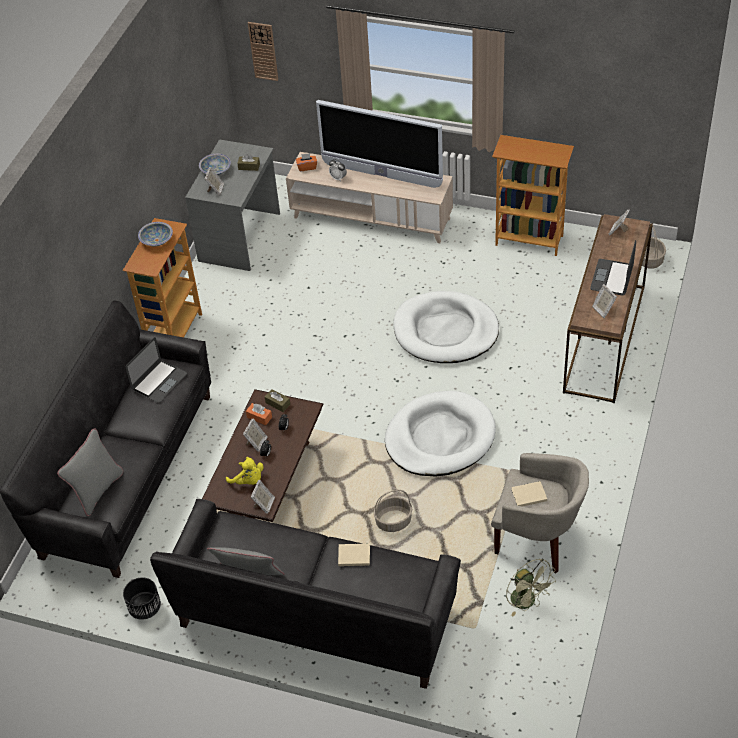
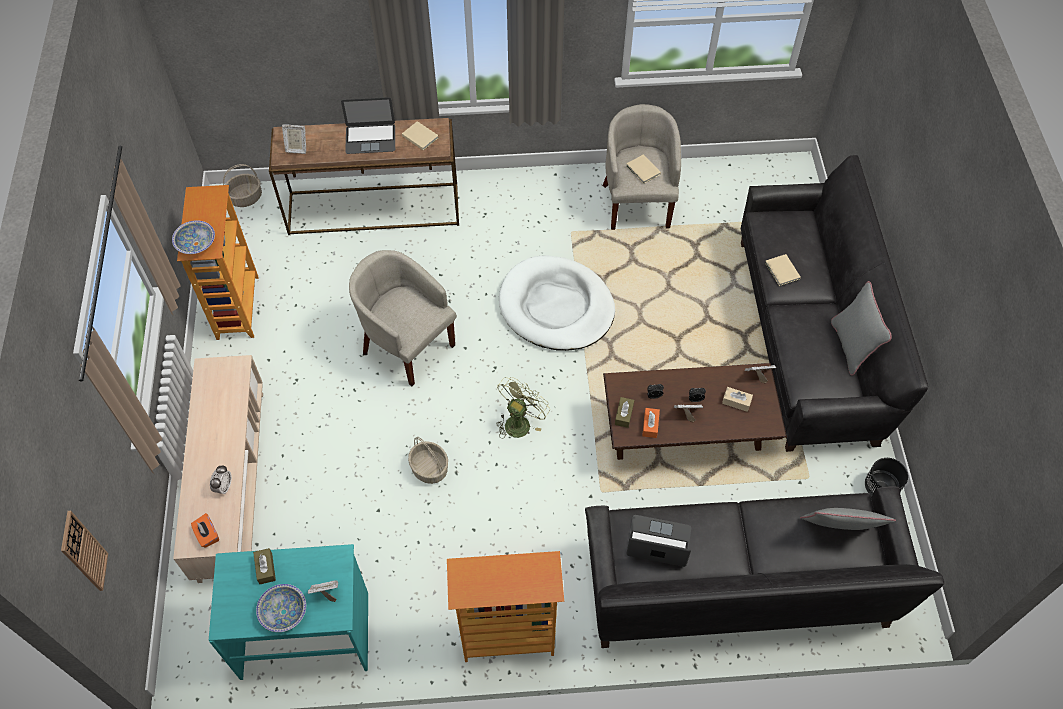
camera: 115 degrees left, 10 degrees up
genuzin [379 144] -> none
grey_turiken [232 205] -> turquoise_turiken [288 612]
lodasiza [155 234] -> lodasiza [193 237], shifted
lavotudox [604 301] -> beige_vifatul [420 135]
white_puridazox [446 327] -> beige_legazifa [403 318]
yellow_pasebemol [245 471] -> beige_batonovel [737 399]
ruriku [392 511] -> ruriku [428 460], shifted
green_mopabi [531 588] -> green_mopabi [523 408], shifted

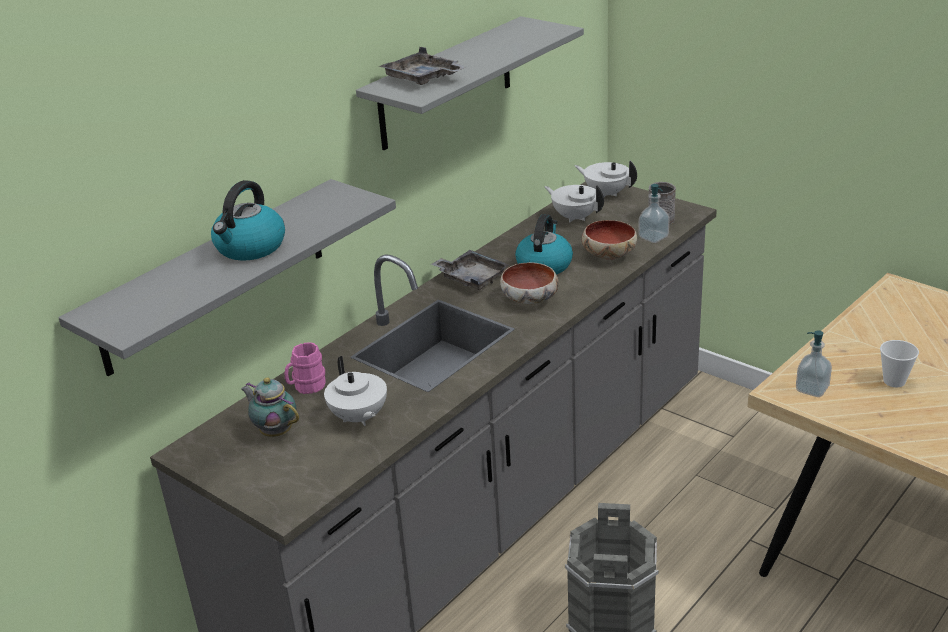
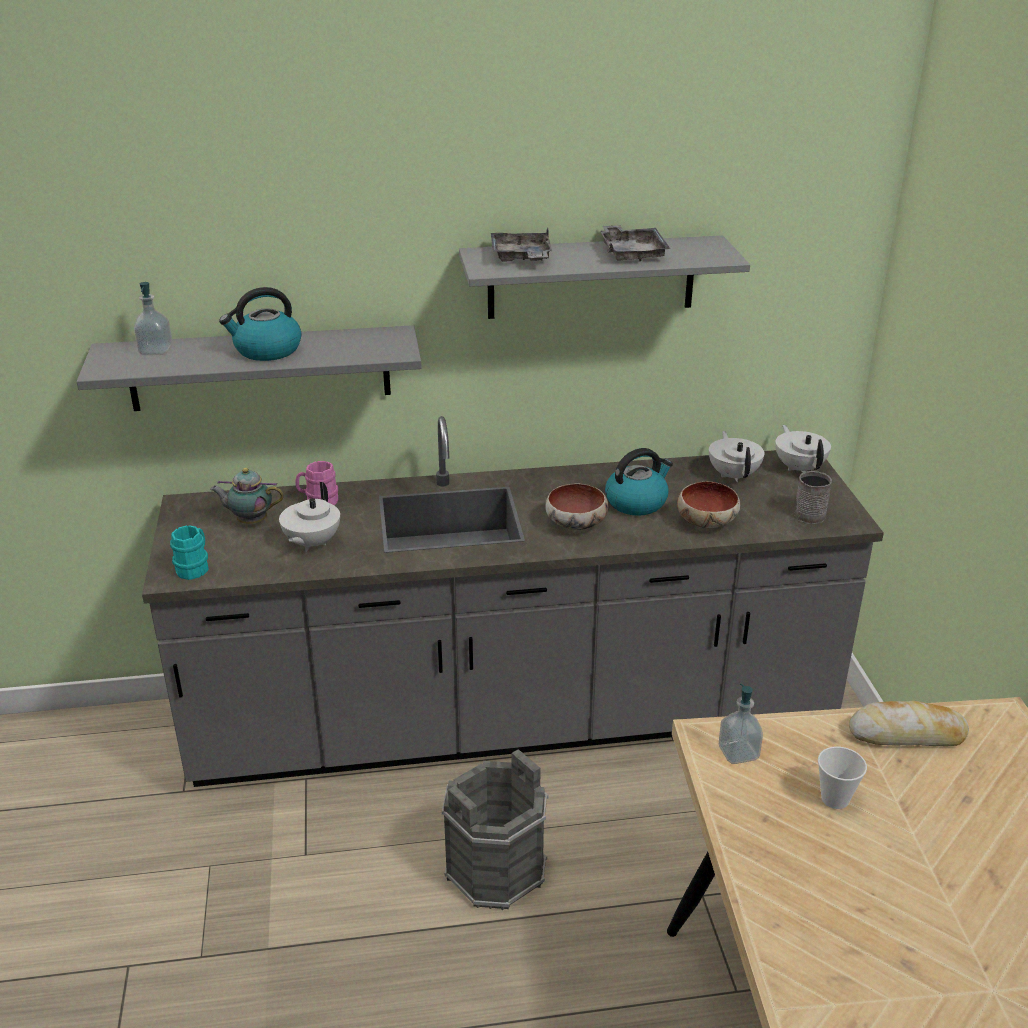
camera: 40 degrees right, 0 degrees up
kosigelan [654 213] -> kosigelan [153 318], shifted
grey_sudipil [470 270] -> grey_sudipil [635 243], shifted
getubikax [270 407] -> getubikax [247 496], 75 degrees counterclockwise
none -> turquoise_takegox [189 552]
none -> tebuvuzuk [909 723]

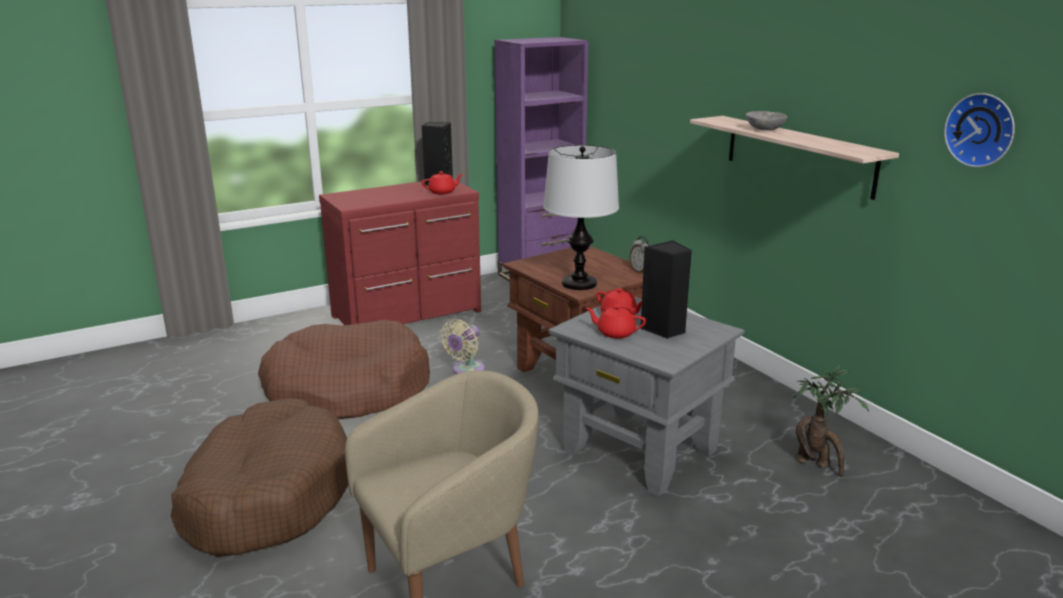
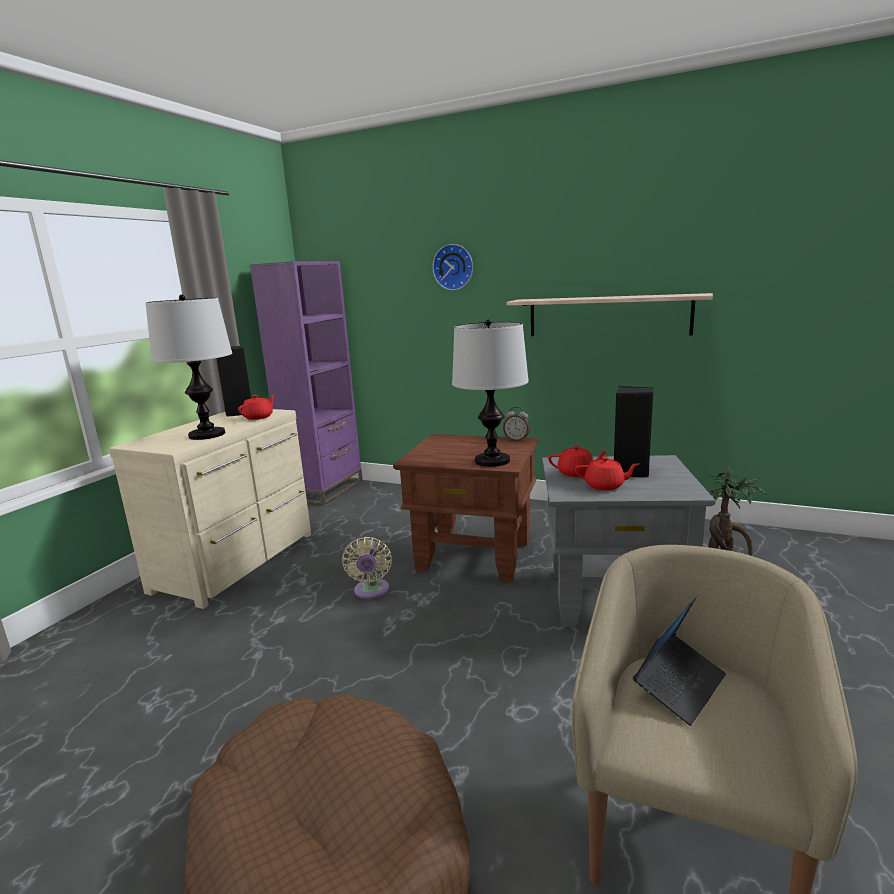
camera: 35 degrees left, 5 degrees down
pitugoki [979 130] -> pitugoki [452 267], shifted
grey_lodasiza [766 120] -> none
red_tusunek [400 252] -> beige_tusunek [210 509]
red_getubikax [615 322] -> red_getubikax [607 474], 150 degrees counterclockwise
brown_puridazox [344 370] -> none
none -> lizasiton [188 367]
none -> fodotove [679 661]

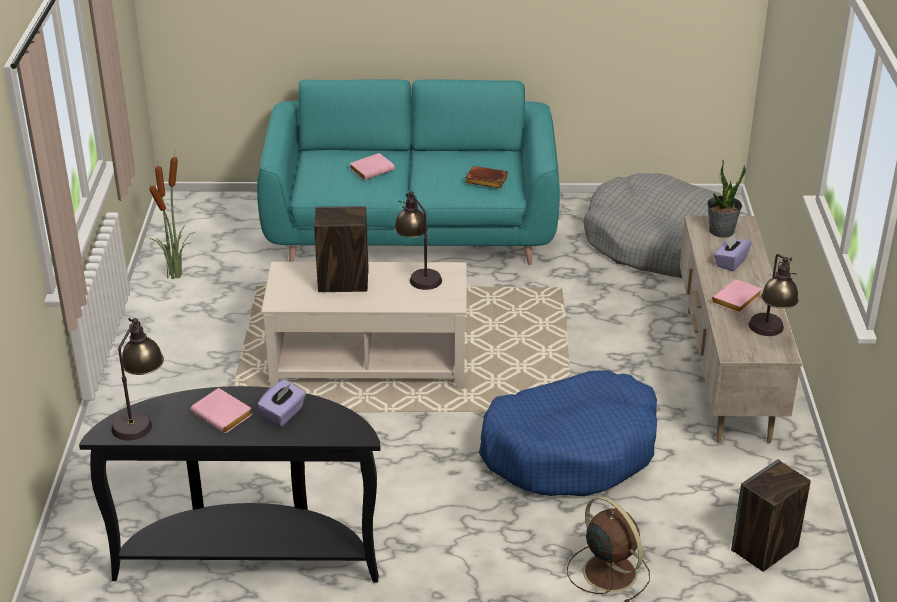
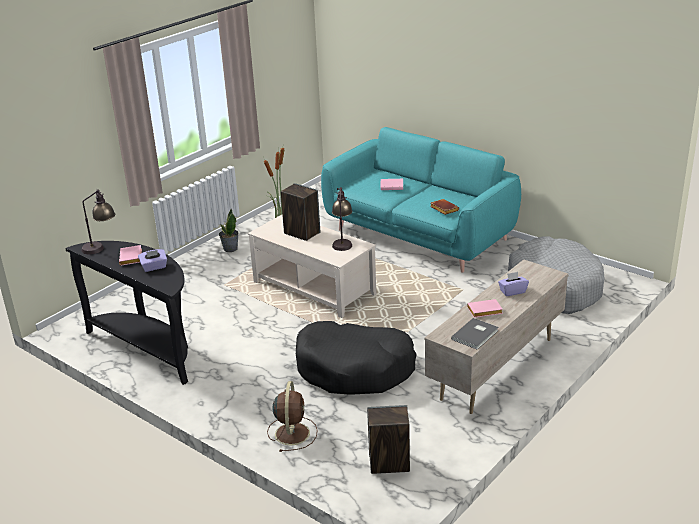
camera: 40 degrees right, 5 degrees down
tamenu [726 198] -> tamenu [228 230], shifted
lizasiton [774 295] -> grey_vifatul [475 334]
blue_puridazox [568 433] -> black_puridazox [356 358]

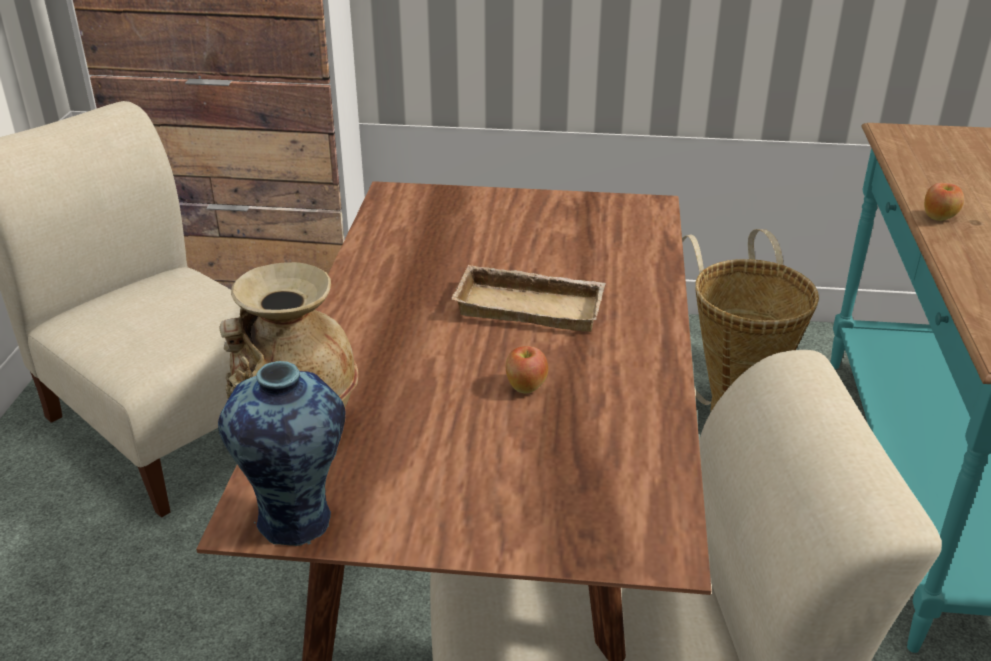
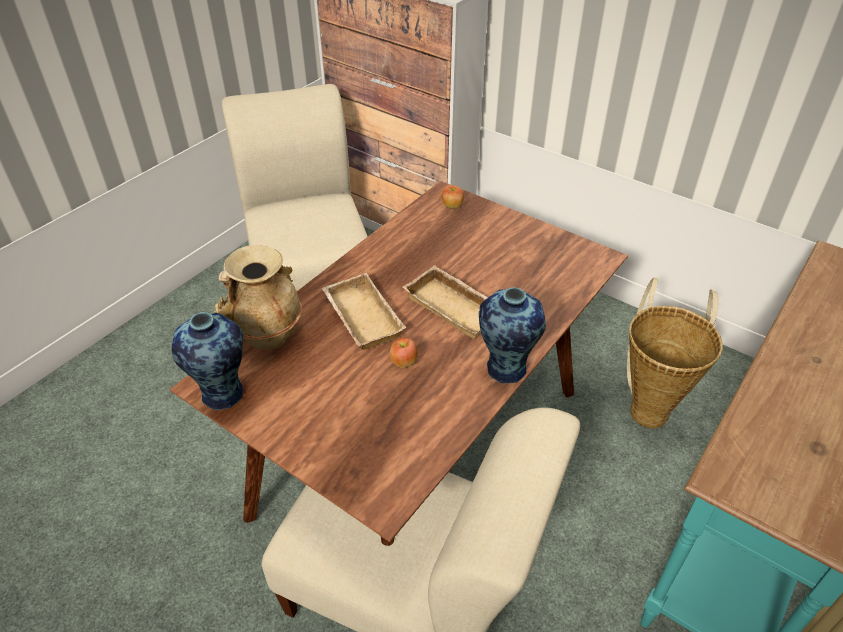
camera: 30 degrees right, 10 degrees up
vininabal [944 202] -> vininabal [452 196], shifted
none -> beige_sudipil [364 311]
none -> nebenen [512 335]

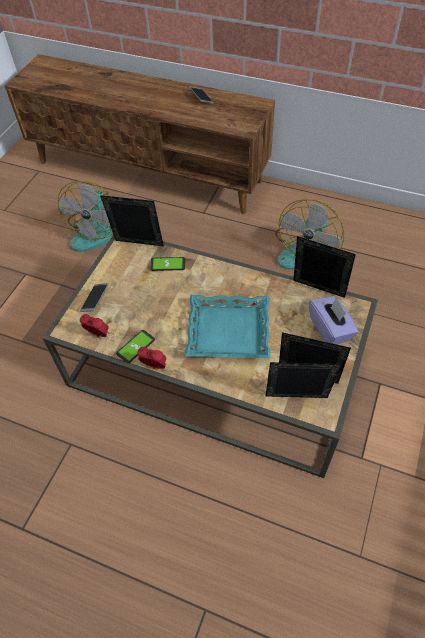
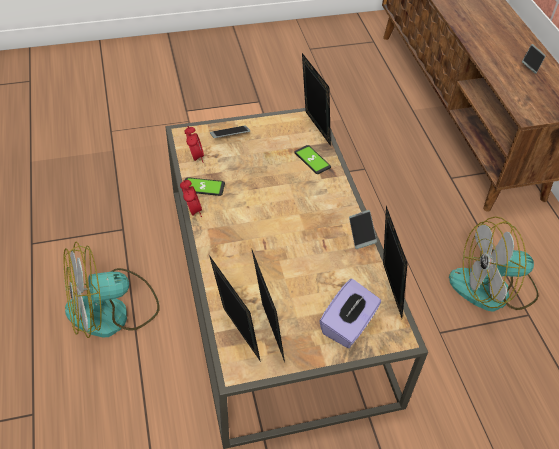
camera: 50 degrees right, 5 degrees down
mopabi [85 216] -> mopabi [111 290], shifted
turquoise_sudipil [227 326] -> none
none -> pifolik [363 229]

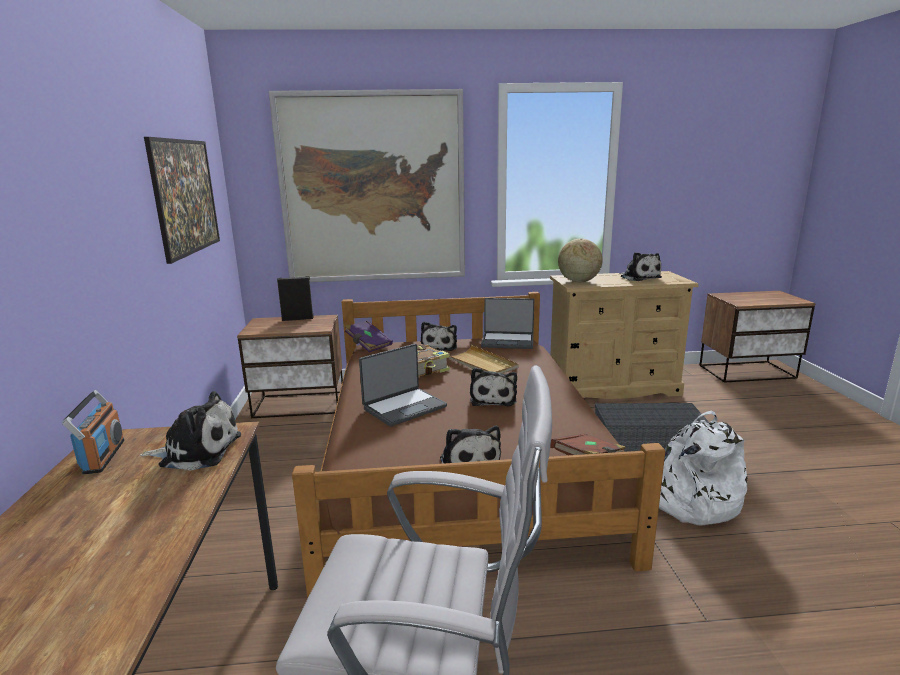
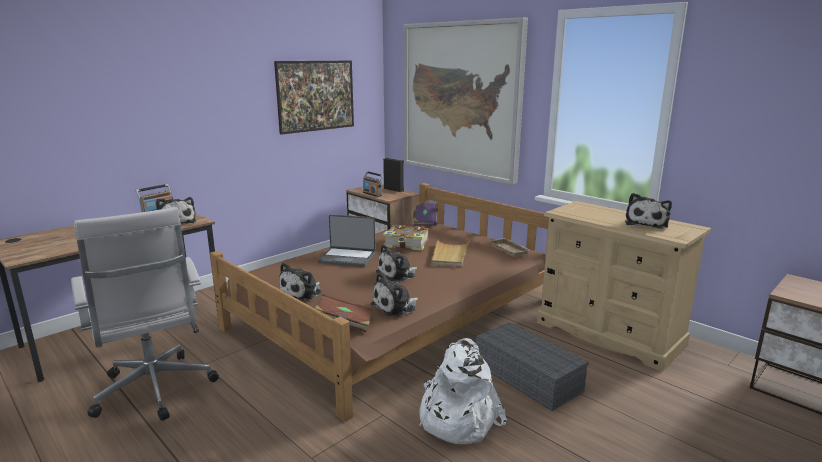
camera: 50 degrees right, 0 degrees up
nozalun [580 260] -> none
fodotove [507 323] -> beige_sudipil [509 247]
pasebemol [439 336] -> pasebemol [395 295], shifted
none -> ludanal [373 184]

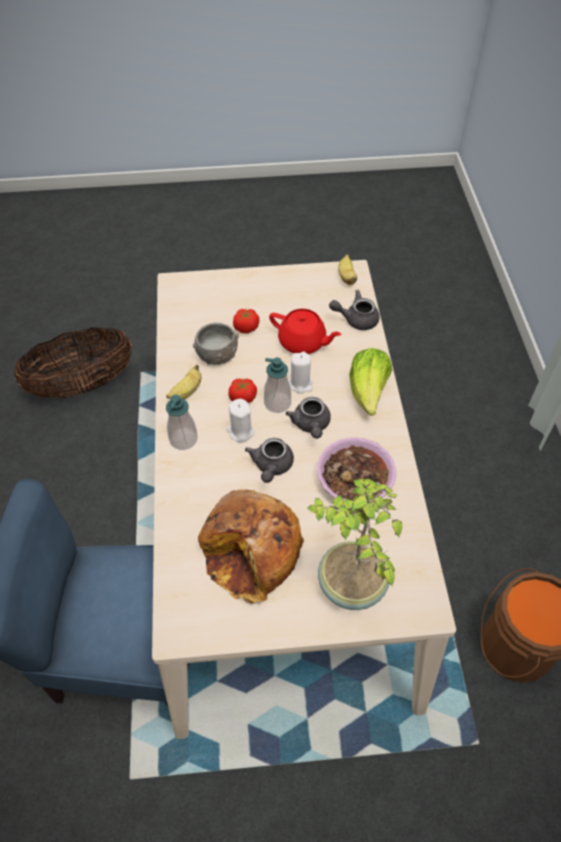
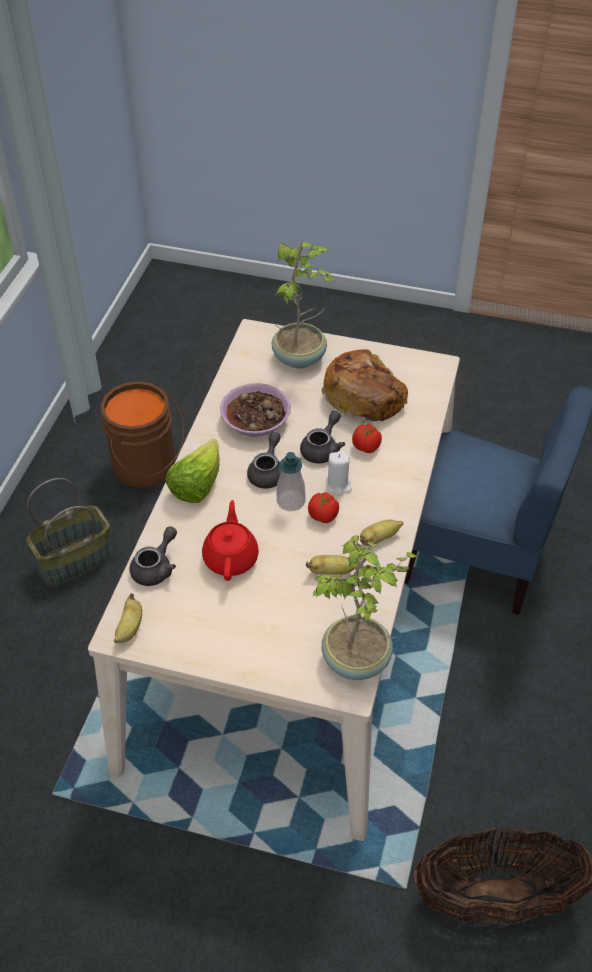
camera: 160 degrees left, 5 degrees down
grey_getubikax [354 310] -> grey_getubikax [153 556], 75 degrees counterclockwise
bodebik [246 321] -> bodebik [367 438], shifted
red_getubikax [305 331] -> red_getubikax [230 540], 45 degrees clockwise
grey_lodasiza [216 344] -> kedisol [331 564]
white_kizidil [301 373] -> none
kosigelan [182 422] -> none
none -> ruriku [70 531]
none -> tamenu [365 607]

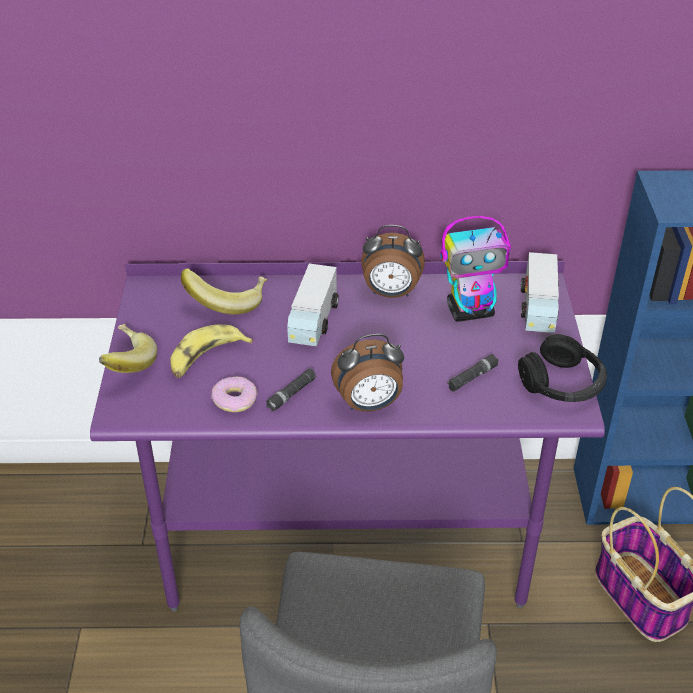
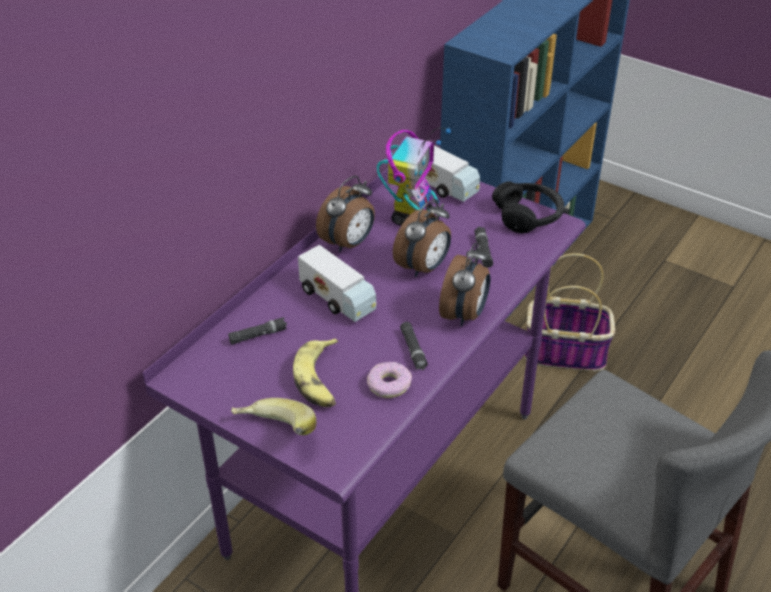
camera: 55 degrees left, 0 degrees up
kedisol [224 291] -> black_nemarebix [257 331]
none -> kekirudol [422 238]

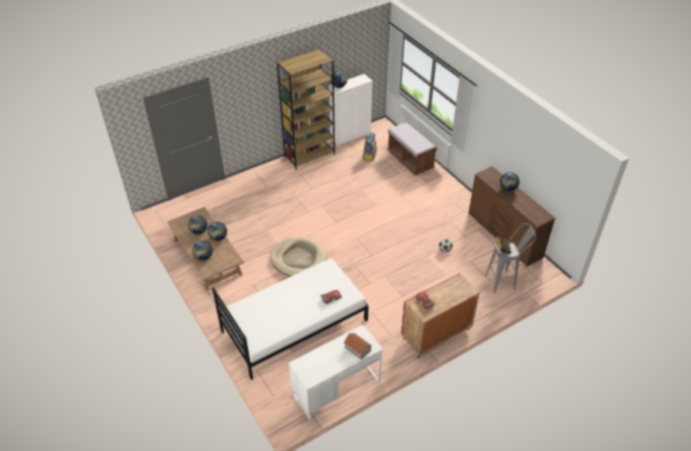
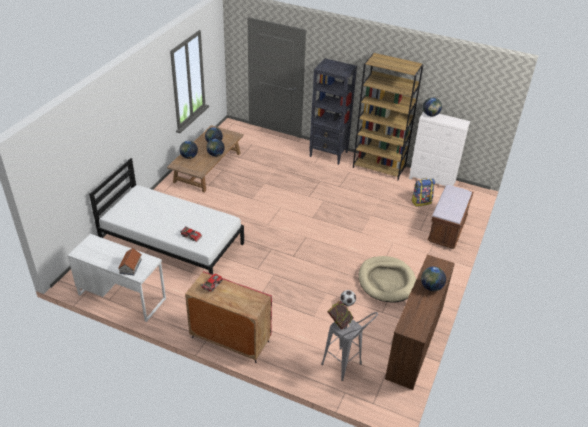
camera: 55 degrees right, 5 degrees down
beige_puridazox [298 256] -> beige_puridazox [387 279], shifted
none -> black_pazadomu [333 111]

